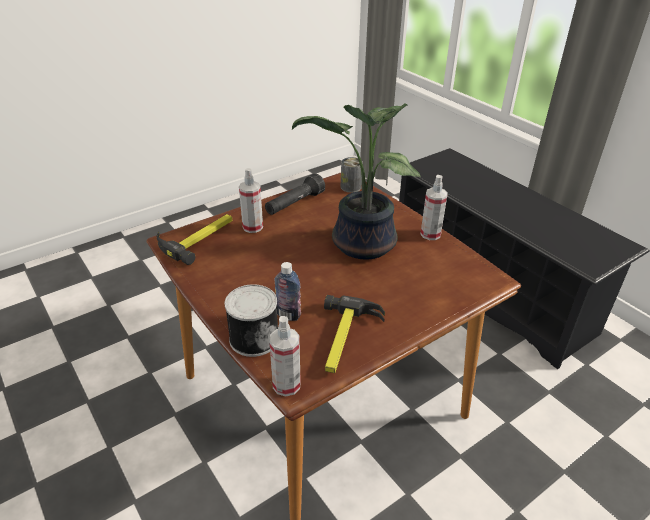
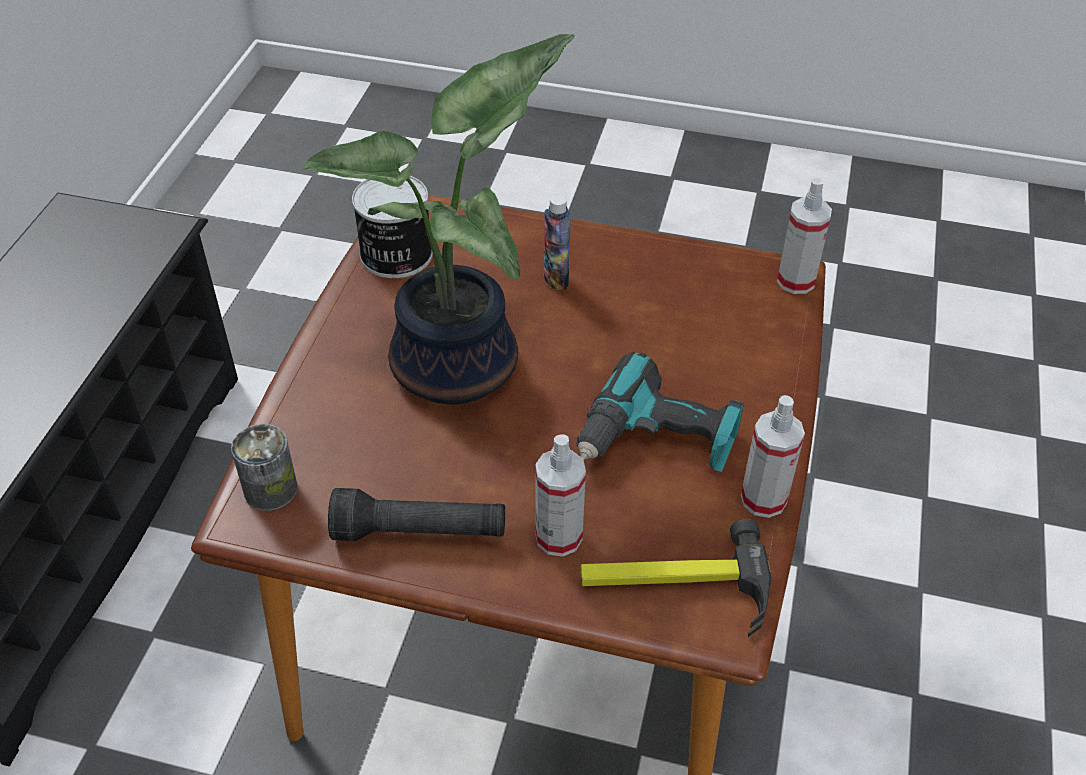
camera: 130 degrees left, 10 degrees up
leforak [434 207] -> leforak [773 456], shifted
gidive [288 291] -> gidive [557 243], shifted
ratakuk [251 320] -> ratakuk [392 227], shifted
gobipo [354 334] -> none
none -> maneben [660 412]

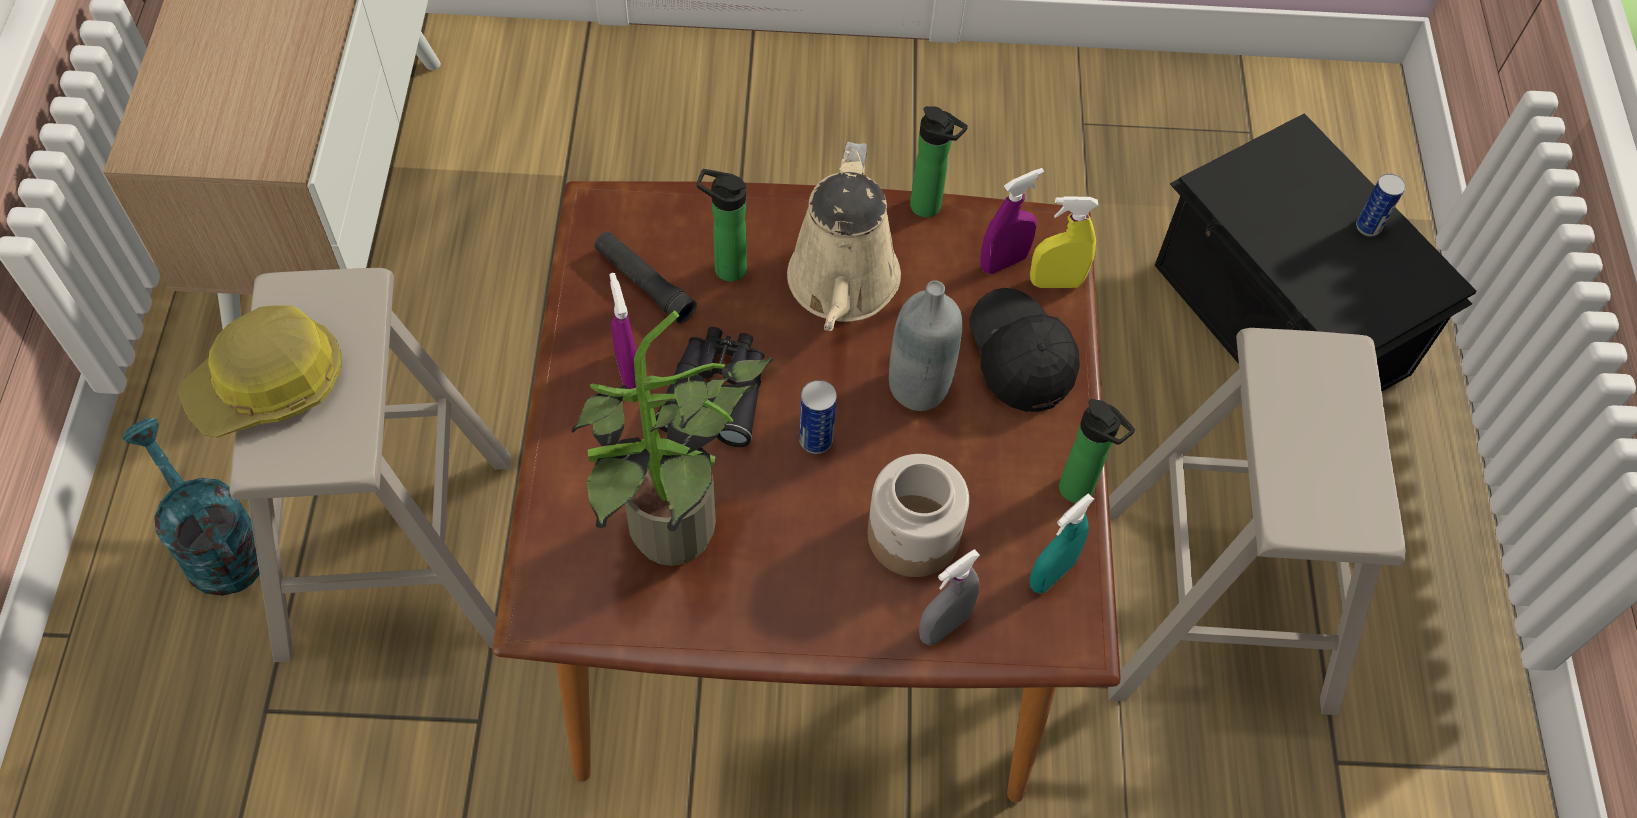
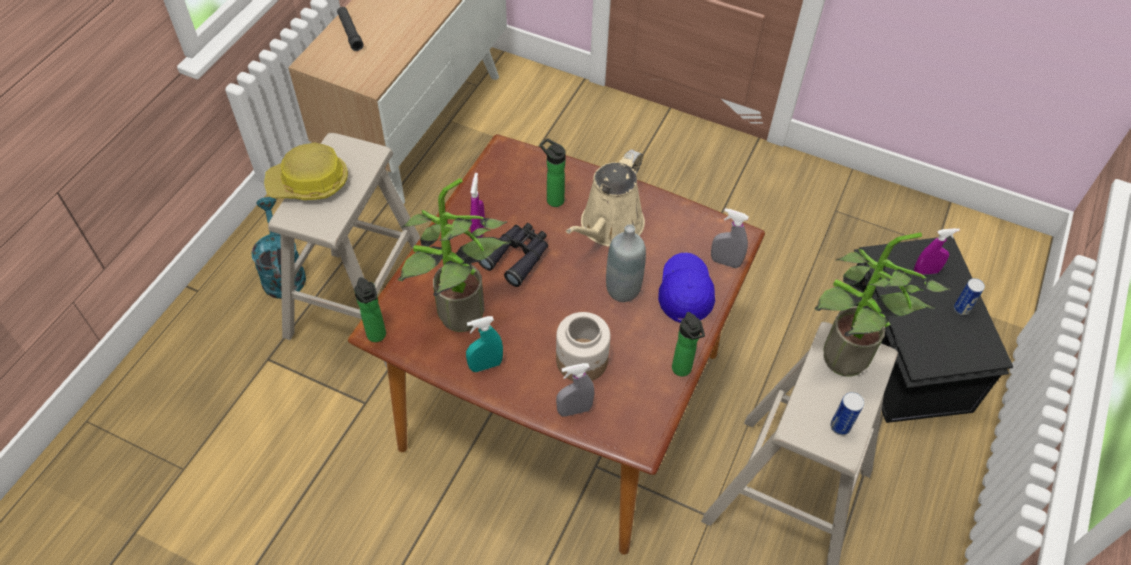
camera: 25 degrees right, 5 degrees down
gidive [939 162] -> gidive [370 309], shifted
purple_leforak [1012 221] -> purple_leforak [937 251], shifted
yellow_leforak [1064 242] -> grey_leforak [730 238]
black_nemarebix [645 278] -> black_nemarebix [350 29], shifted
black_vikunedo [1024 350] -> blue_vikunedo [686 288]
ratakuk [818 417] -> ratakuk [847 413], shifted
turquoise_leforak [1061 543] -> turquoise_leforak [484 344], shifted
none -> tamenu [883 304]

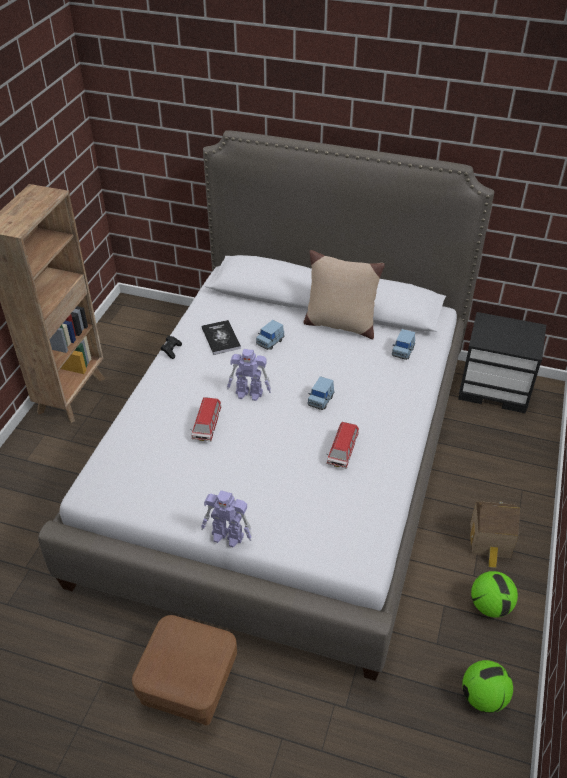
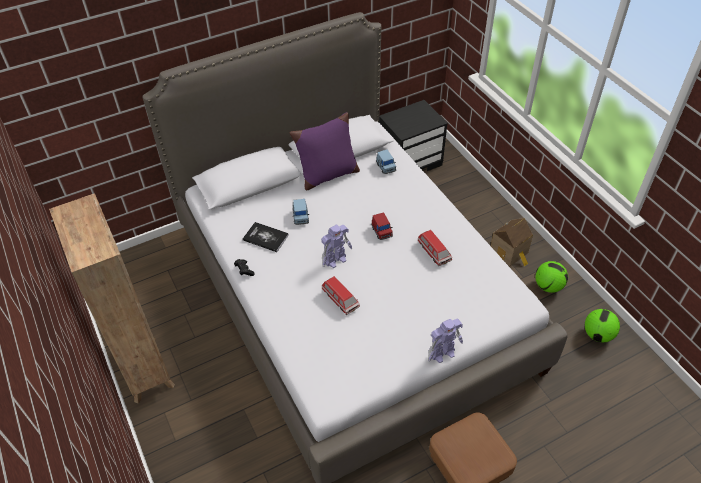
camera: 45 degrees left, 5 degrees up
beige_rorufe [344 294] -> purple_rorufe [324 151]
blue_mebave [321 393] -> red_mebave [382 226]

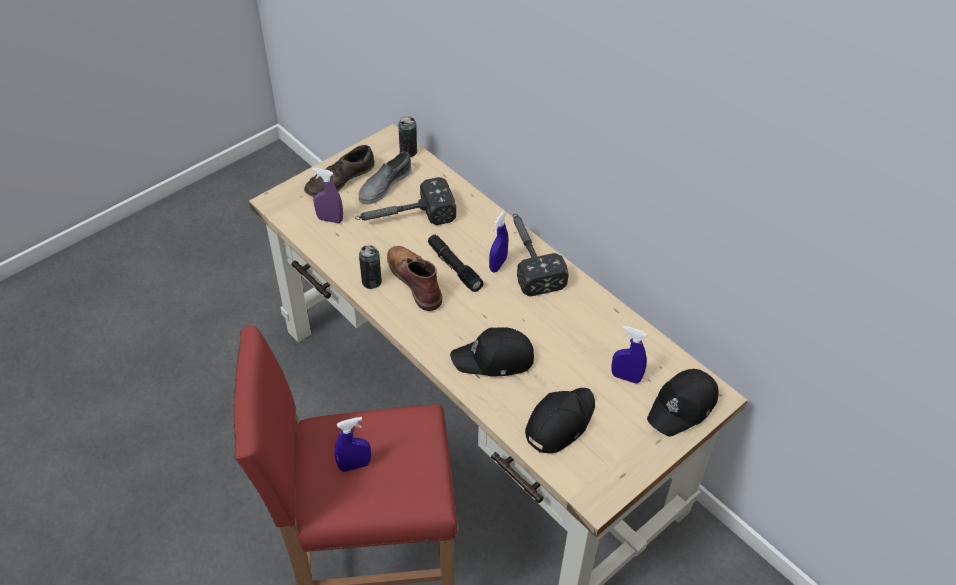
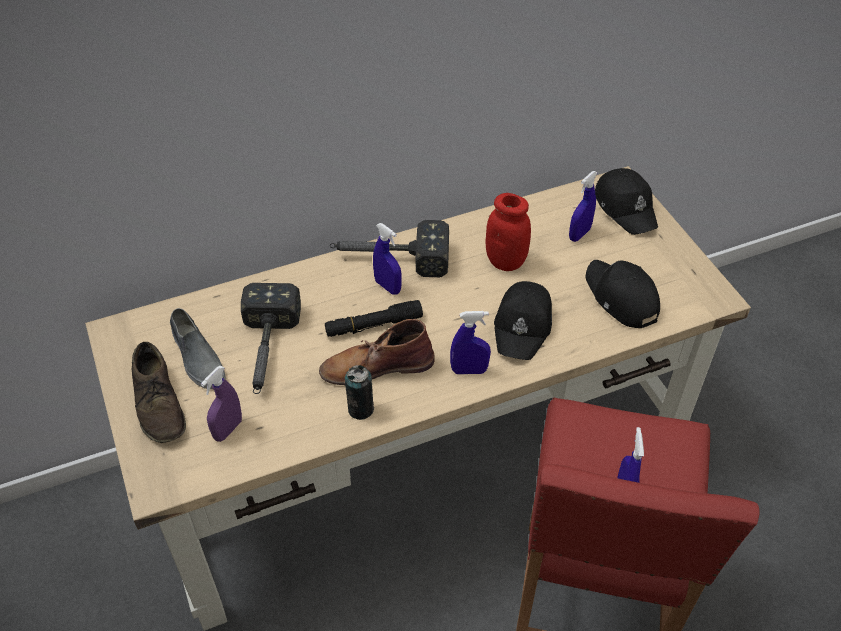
camera: 70 degrees left, 0 degrees up
ratakuk [407 136] -> none
none -> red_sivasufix [508 232]
none -> blue_leforak [470 342]

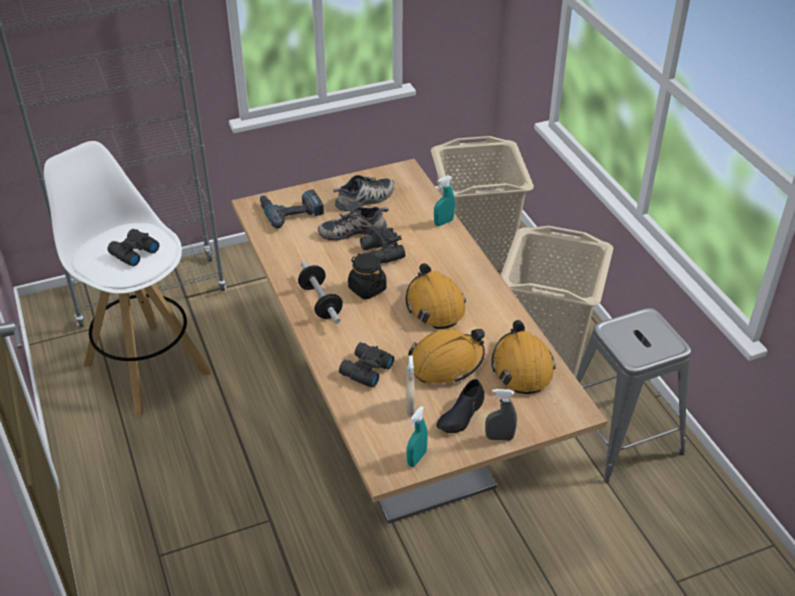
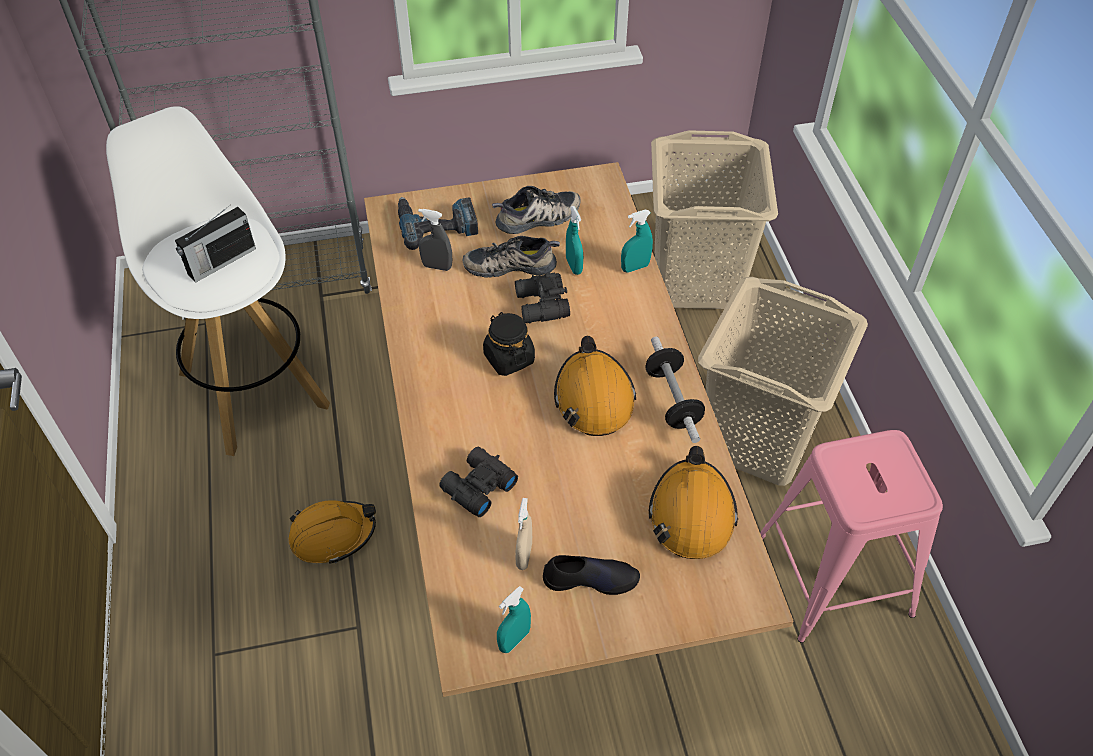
camera: 10 degrees right, 10 degrees up
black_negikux [133 247] -> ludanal [215 244]
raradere [320 293] -> raradere [675 390], shifted
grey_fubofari [633 395] -> pink_fubofari [851 536]
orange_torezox [446 356] -> orange_torezox [332 532], shifted
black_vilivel [460 406] -> black_vilivel [591 575], 135 degrees counterclockwise
grey_leforak [501 415] -> grey_leforak [435 240], shifted
none -> turquoise_leforak [574 240]

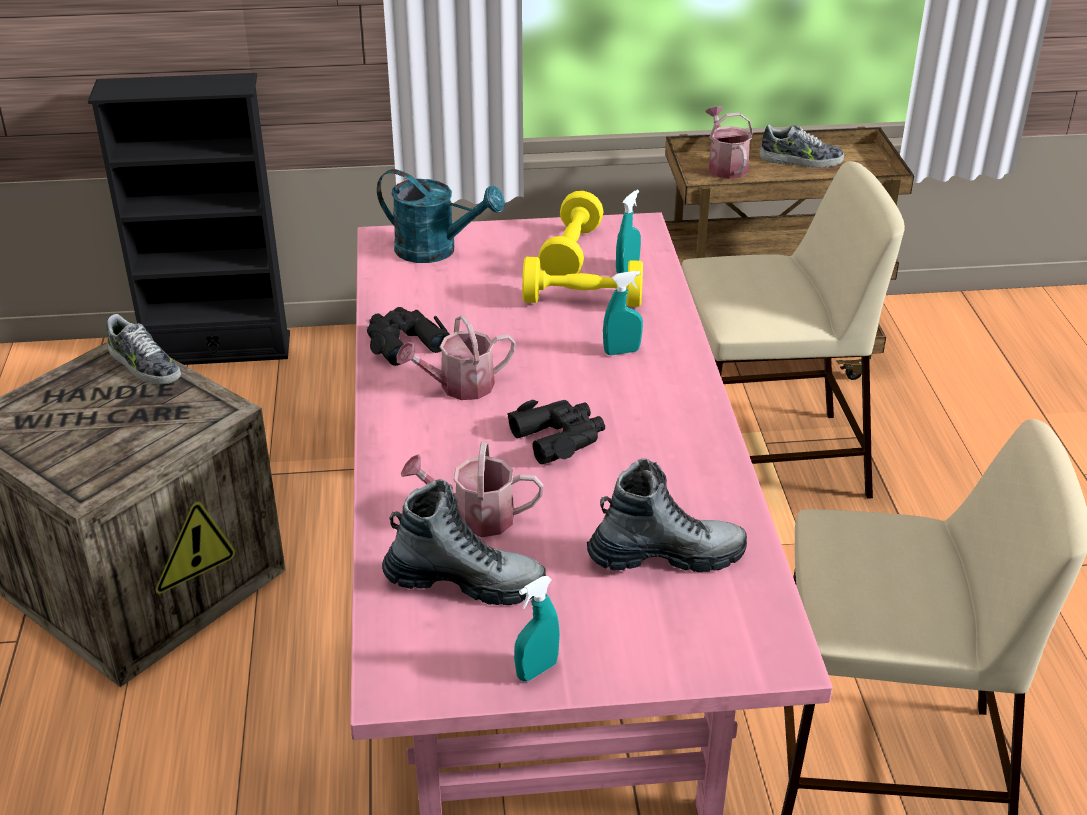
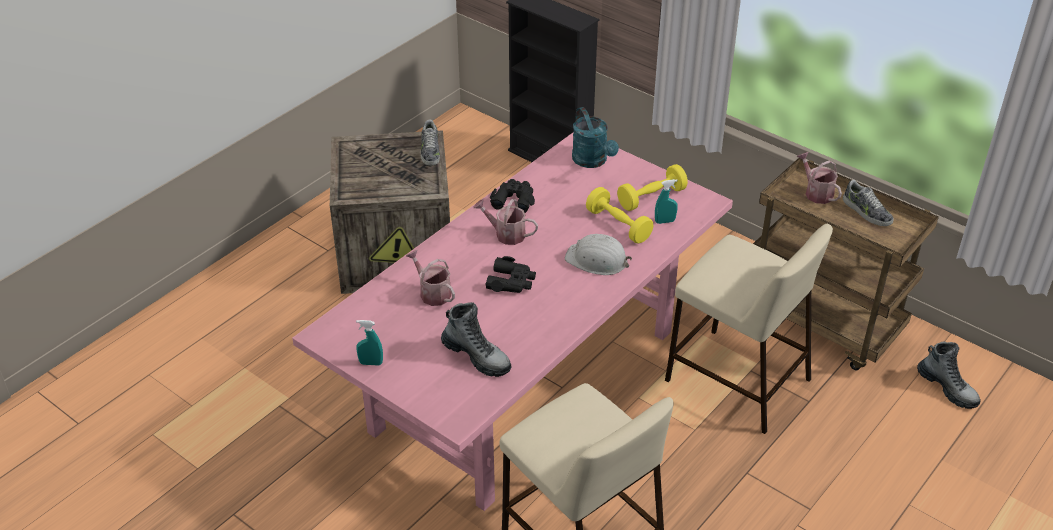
camera: 45 degrees right, 5 degrees up
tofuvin [729 142] -> tofuvin [819 178], 60 degrees counterclockwise
turquoise_leforak [623 313] -> white_torezox [598 254]
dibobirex [464 542] -> dibobirex [949 375], shifted

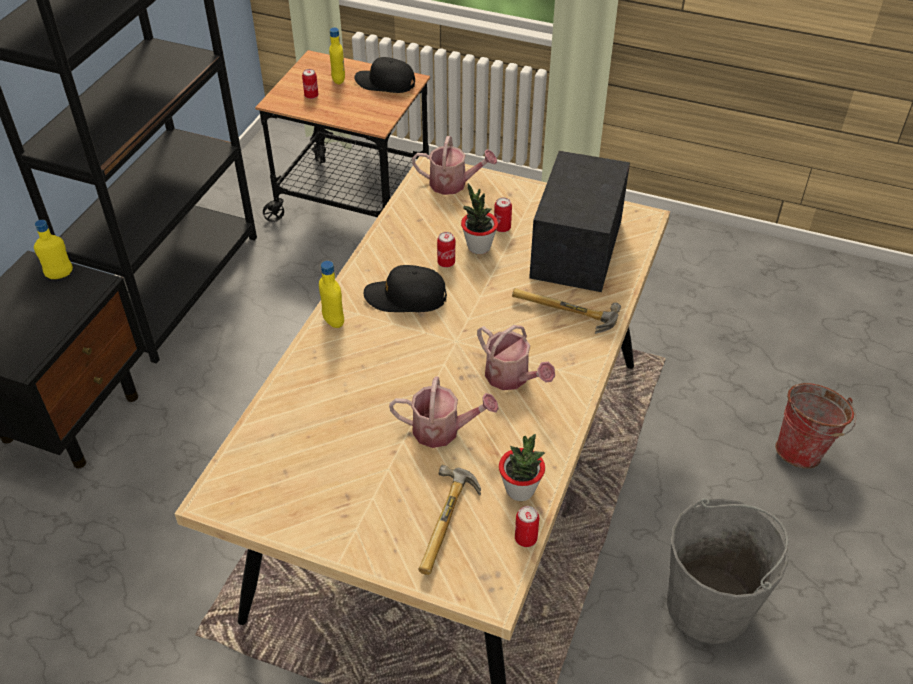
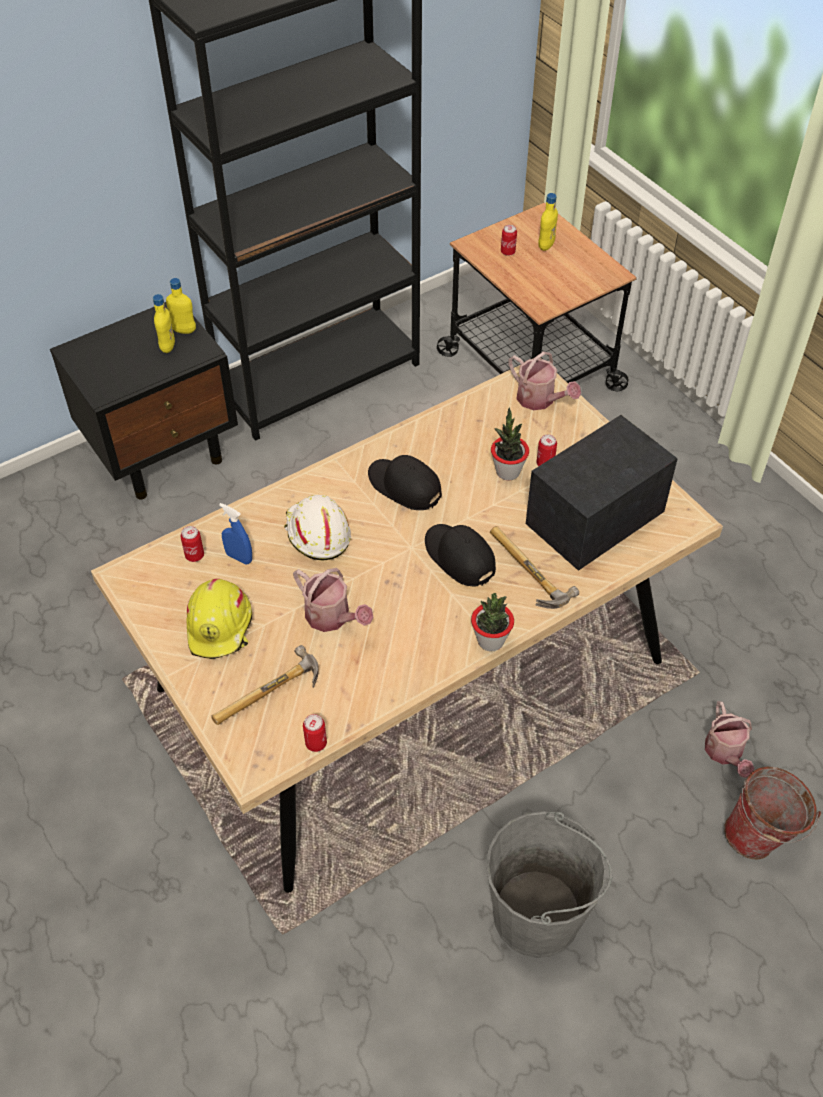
camera: 35 degrees right, 5 degrees up
black_vikunedo [384 75] -> black_vikunedo [460 555], shifted
ratakuk [446 249] -> ratakuk [192 544], shifted
yellow_gidive [331 294] -> yellow_gidive [164 323], shifted
tofuvin [516 357] -> tofuvin [729 739], shifted
tamenu [522 467] -> tamenu [492 622], shifted
none -> white_torezox [317 528]
none -> blue_leforak [235 534]
none -> yellow_torezox [219 619]

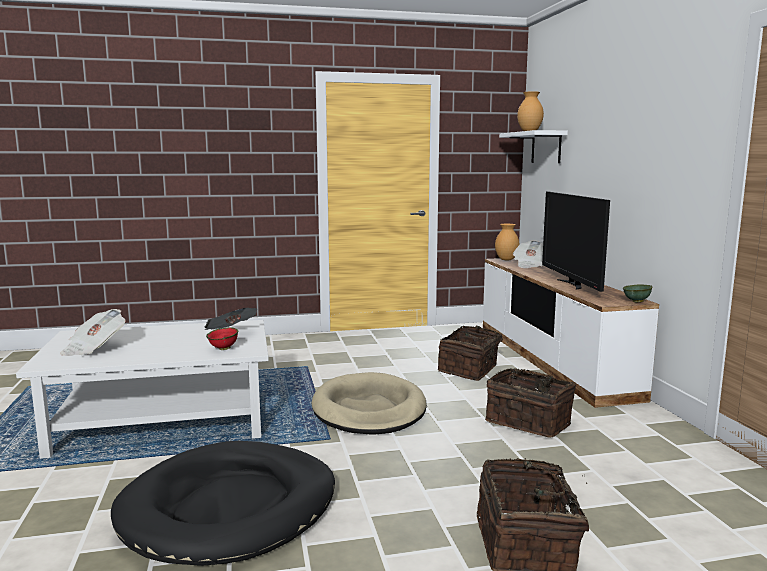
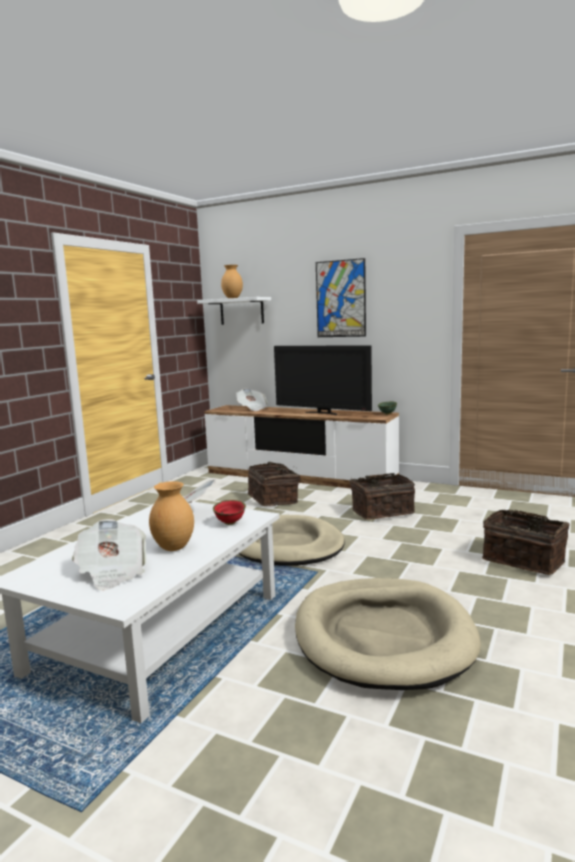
camera: 50 degrees left, 0 degrees up
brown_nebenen [507 242] -> brown_nebenen [171 516], shifted
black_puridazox [223 503] -> beige_puridazox [388 634]
none -> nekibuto [341 297]

